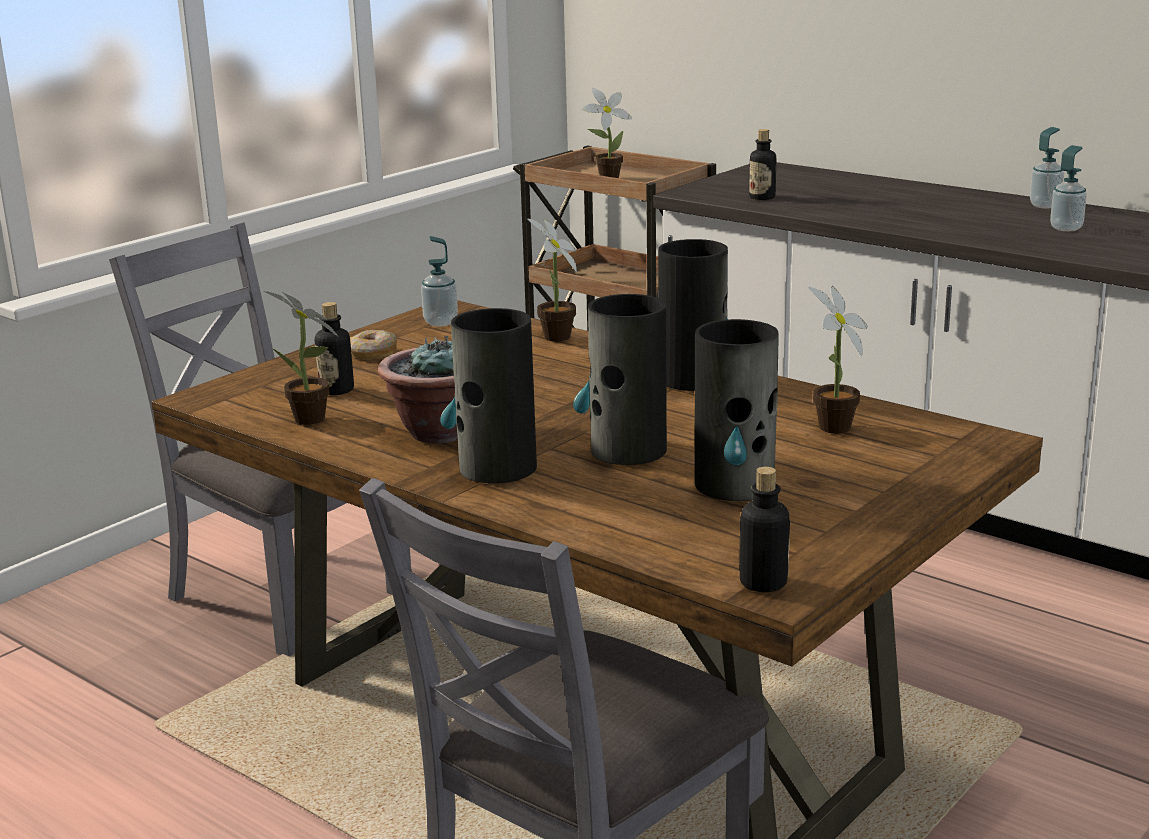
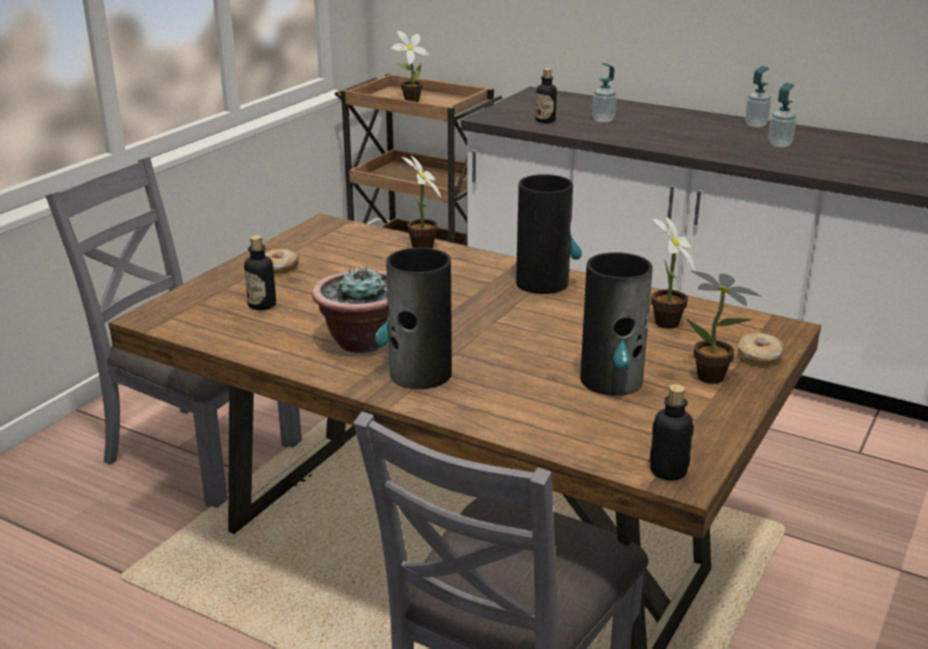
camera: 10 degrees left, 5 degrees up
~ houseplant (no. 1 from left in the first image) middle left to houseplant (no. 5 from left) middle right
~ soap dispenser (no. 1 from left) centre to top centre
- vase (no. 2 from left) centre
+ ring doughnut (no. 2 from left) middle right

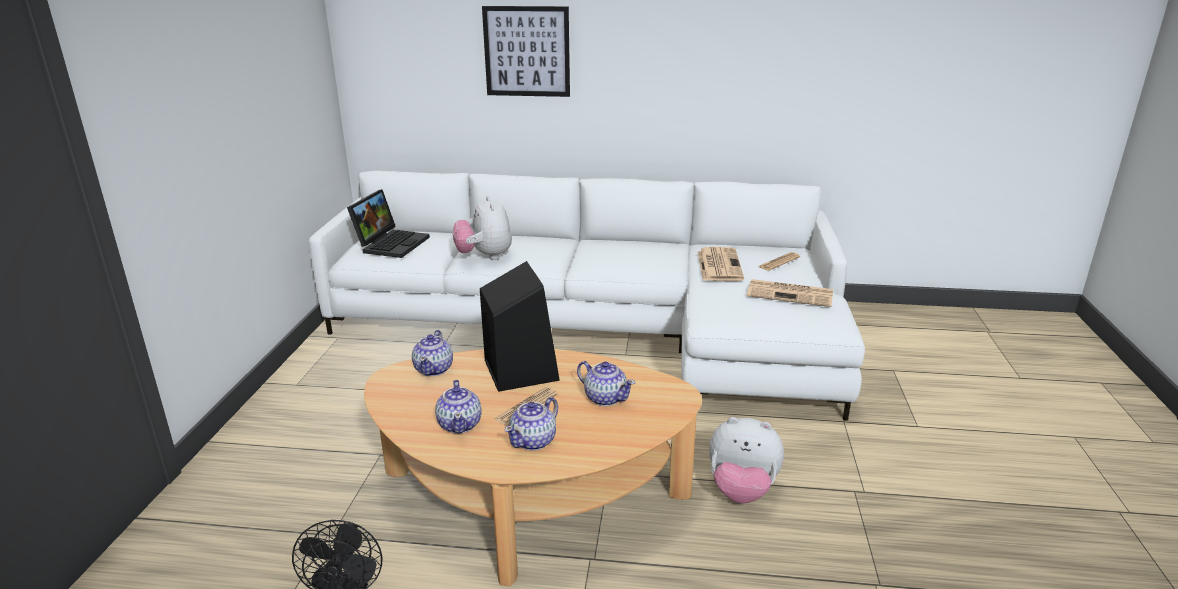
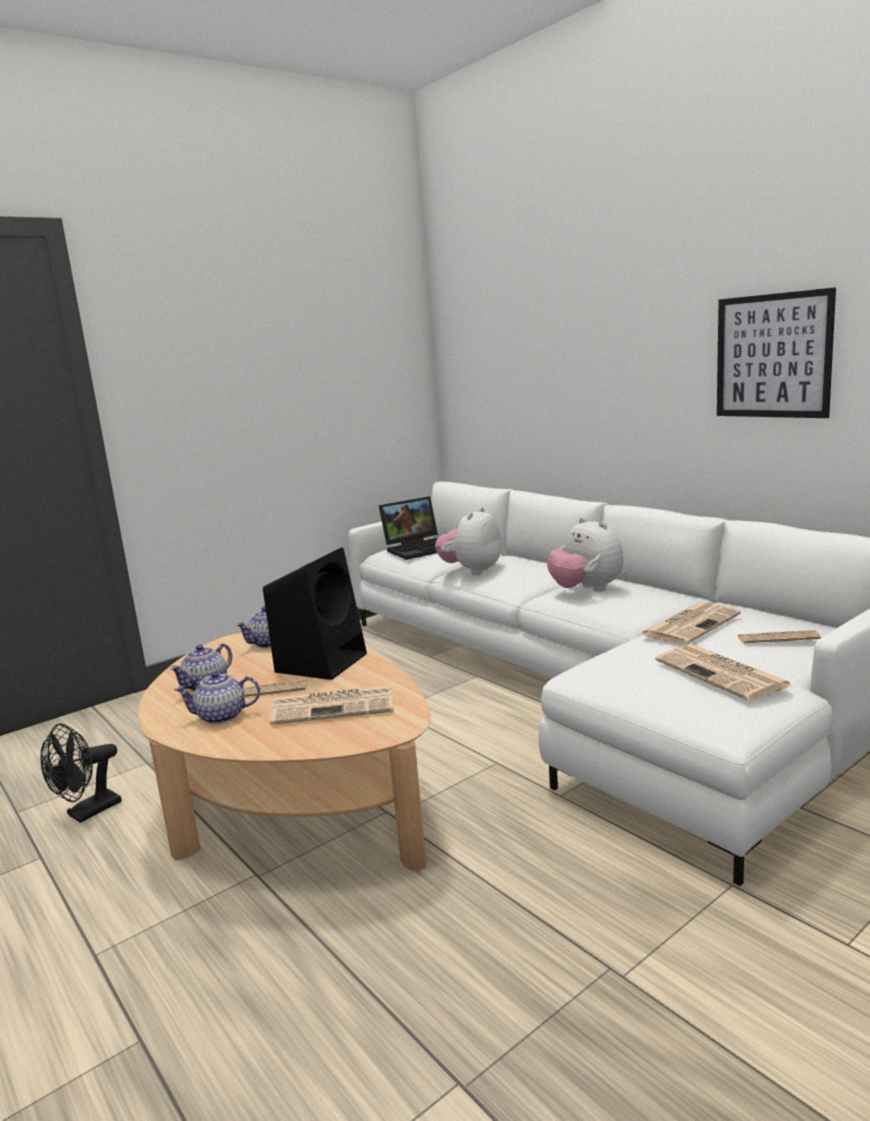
camera: 45 degrees right, 10 degrees down
~ wall picture top centre to top right
~ teapot (no. 4 from left) centre to daily paper (no. 2 from left) centre
~ plush toy (no. 2 from left) bottom centre to middle right

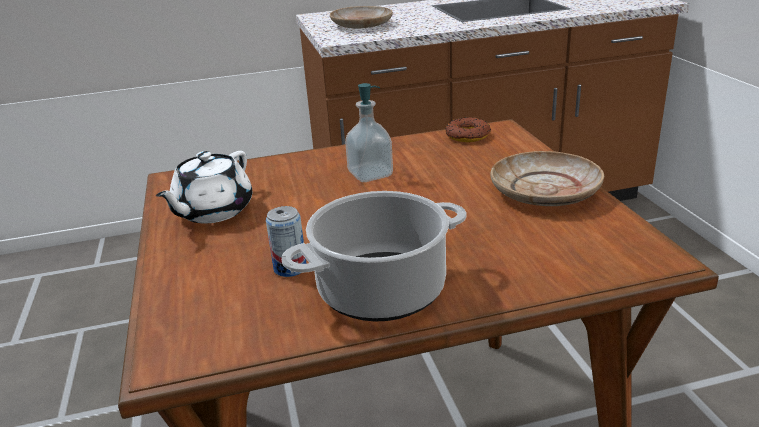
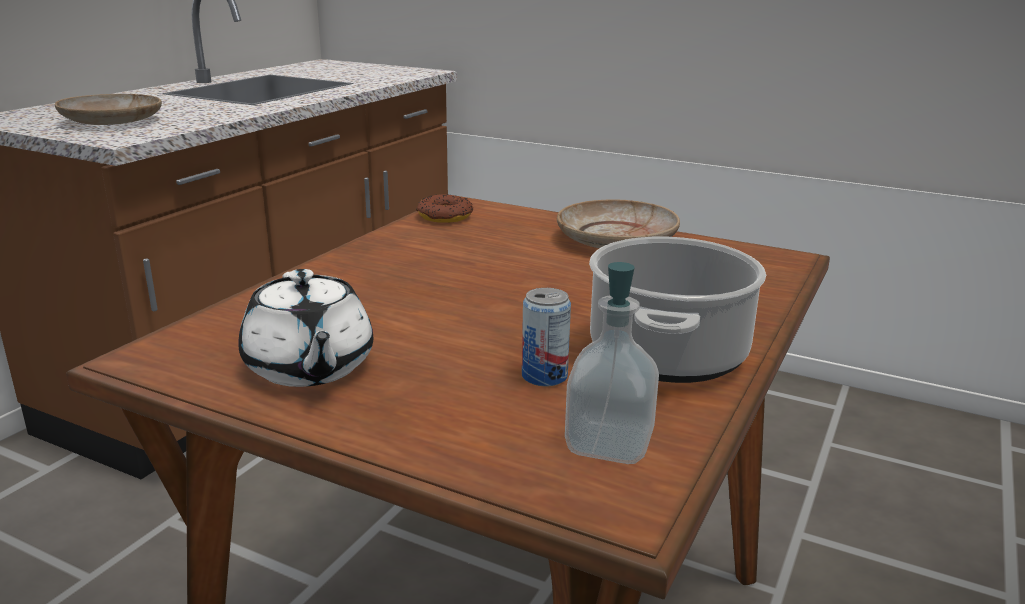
camera: 50 degrees left, 5 degrees down
~ soap dispenser top centre to centre

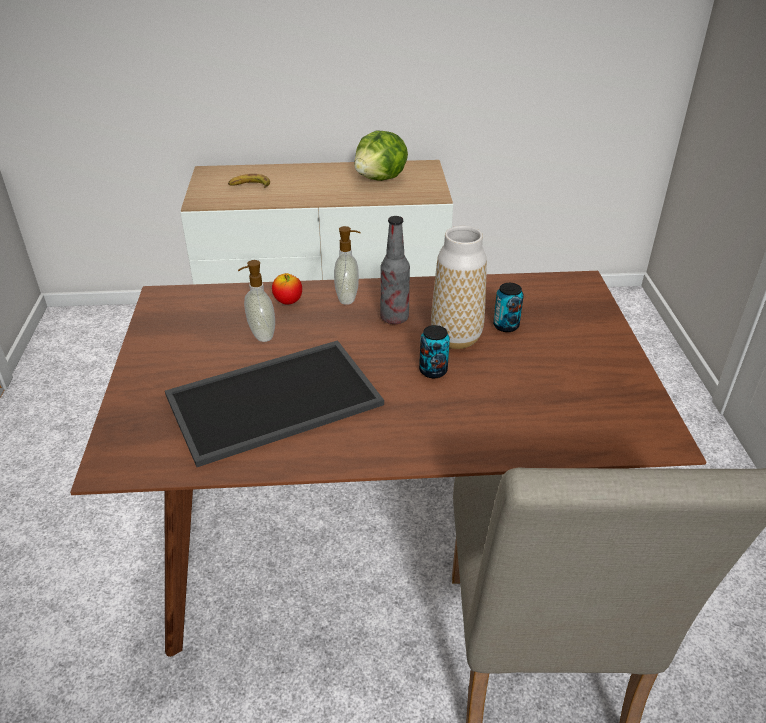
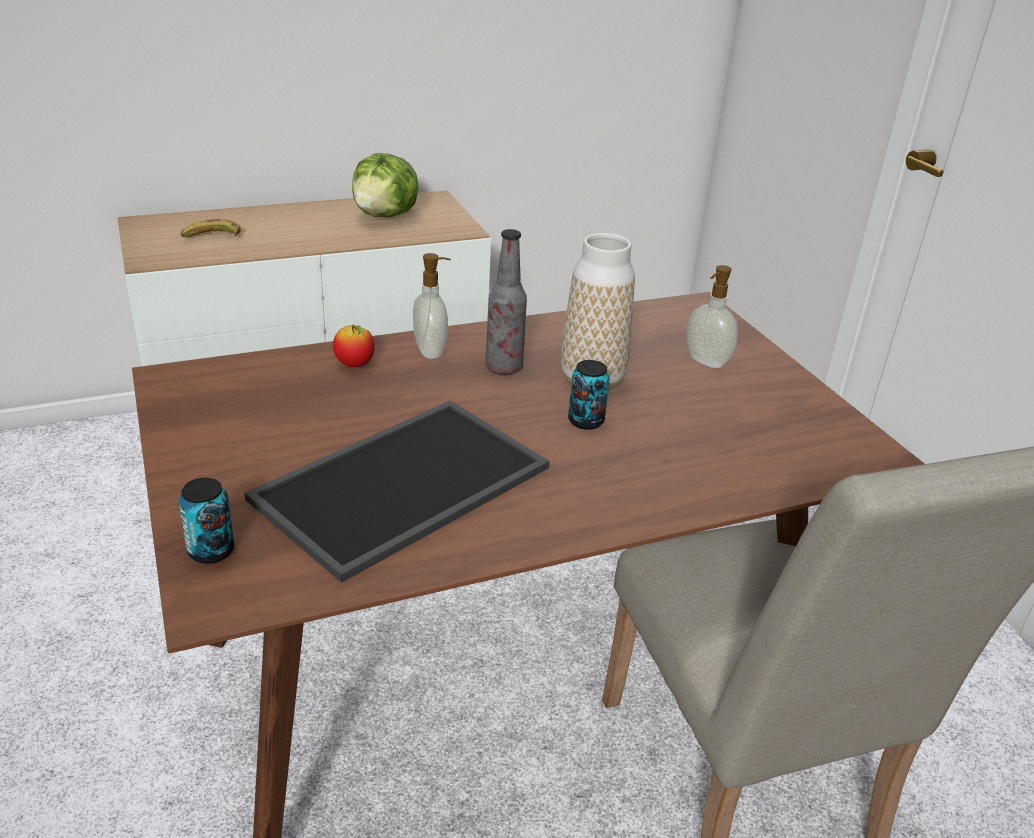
camera: 20 degrees left, 5 degrees down
~ soap dispenser (no. 1 from left in the first image) centre to soap dispenser (no. 2 from left) middle right
~ metal can (no. 2 from left in the first image) centre to metal can (no. 1 from left) middle left

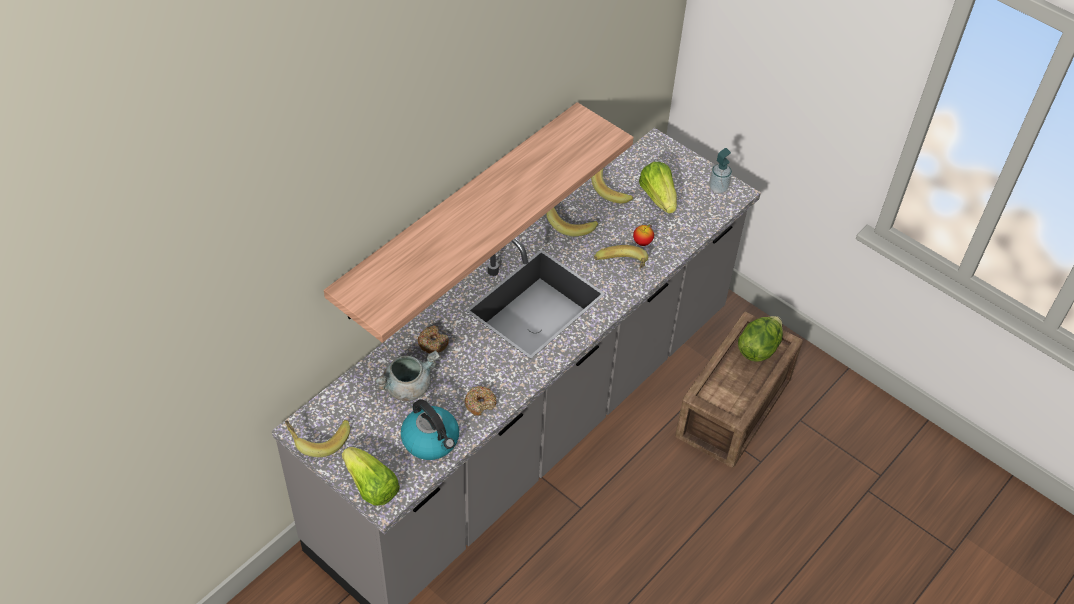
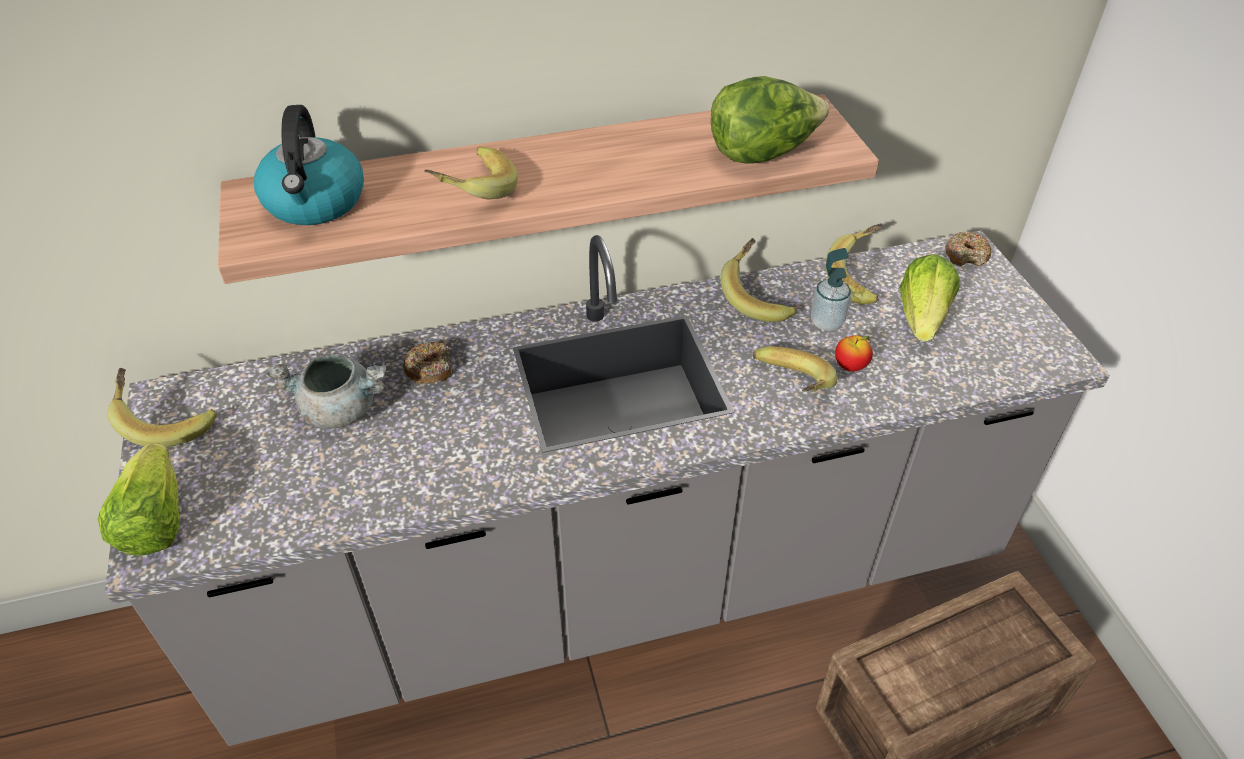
camera: 35 degrees right, 5 degrees down
~ water kettle bottom centre to top left
~ ring doughnut (no. 2 from left) centre to top right
~ soap dispenser top right to middle right
~ lettuce head (no. 3 from left in the first image) middle right to lettuce head (no. 2 from left) top centre
+ whole banana (no. 2 from left) top centre

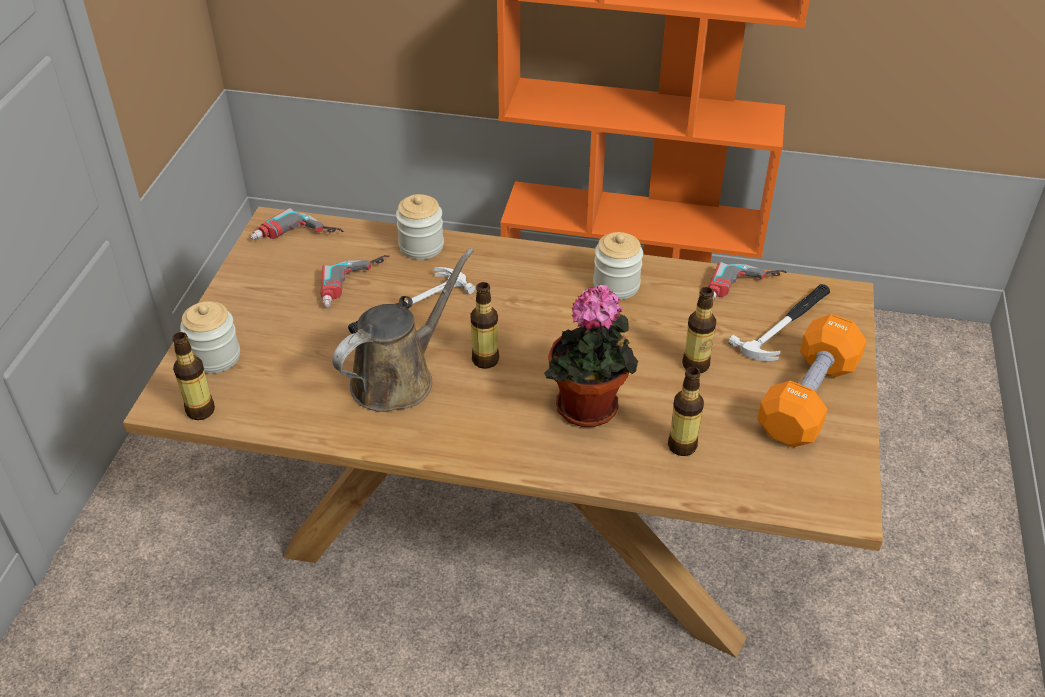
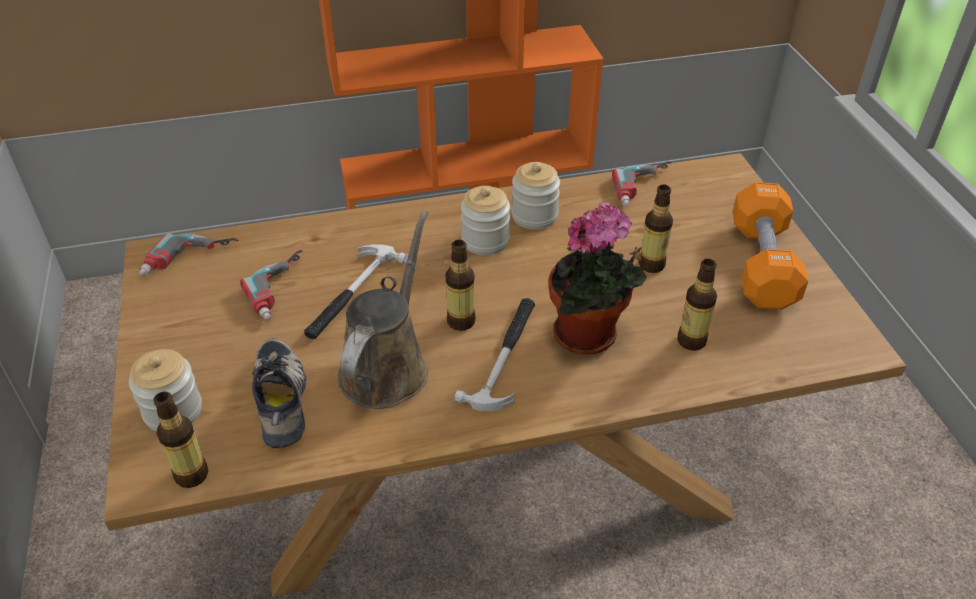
camera: 25 degrees left, 0 degrees up
~ storage jar (no. 2 from left) top centre to centre
~ hammer (no. 2 from left) middle right to centre
+ shoe middle left

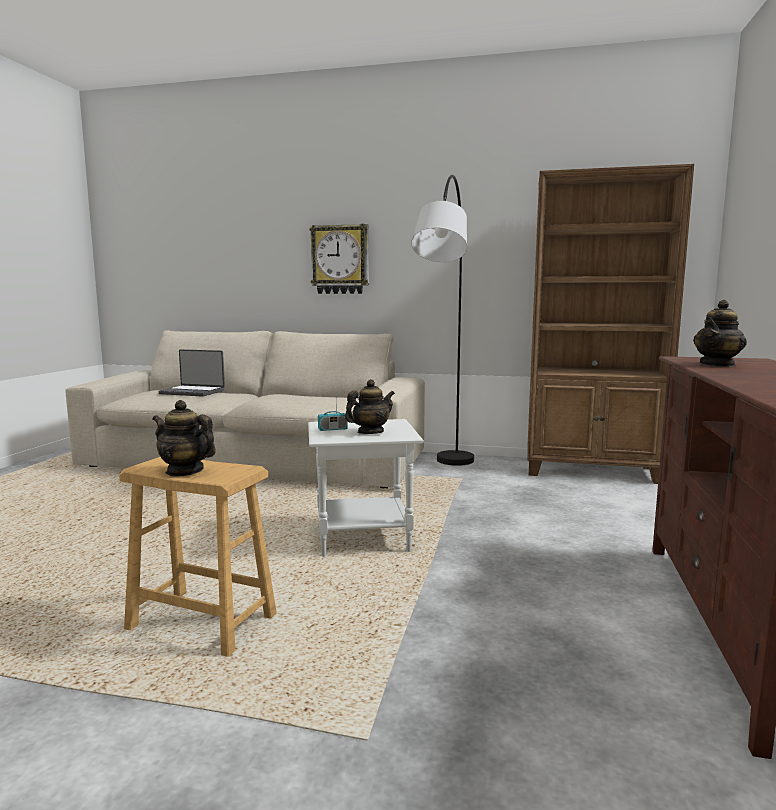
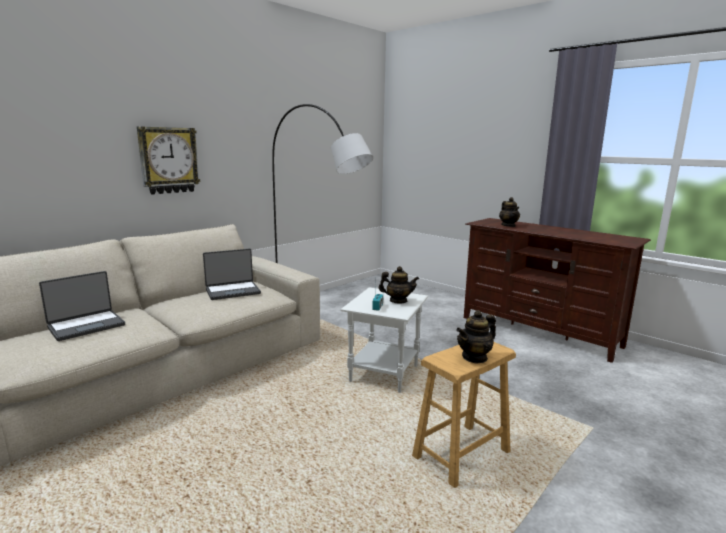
camera: 60 degrees left, 5 degrees up
~ teapot (no. 2 from left in the first image) centre = centre 105 degrees clockwise
- brown-coloured bookshelf middle right
+ portable computer (no. 2 from left) middle left

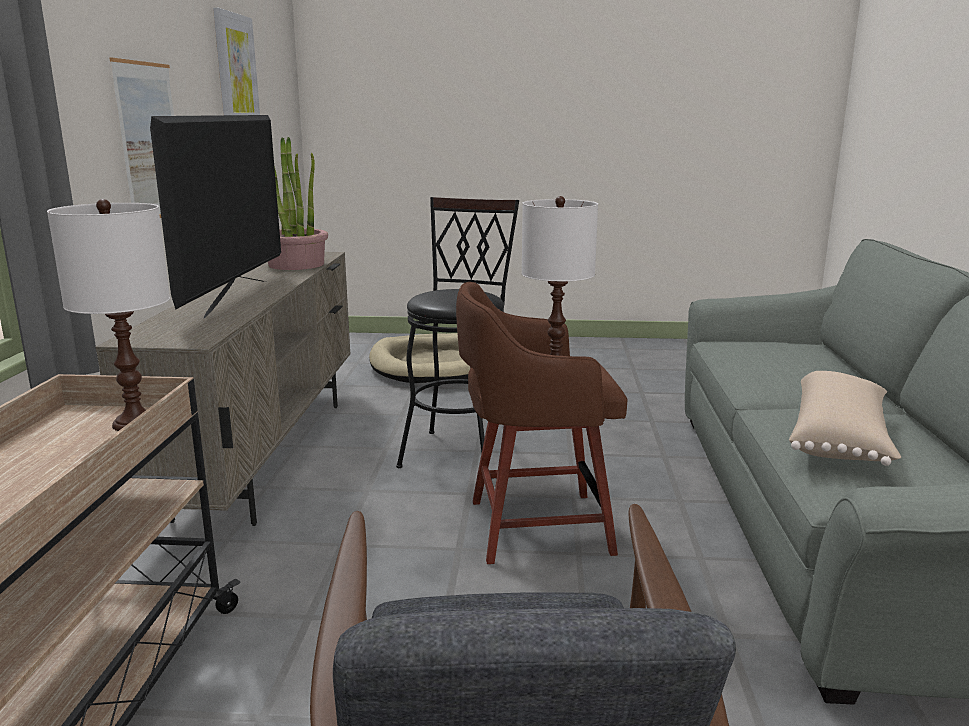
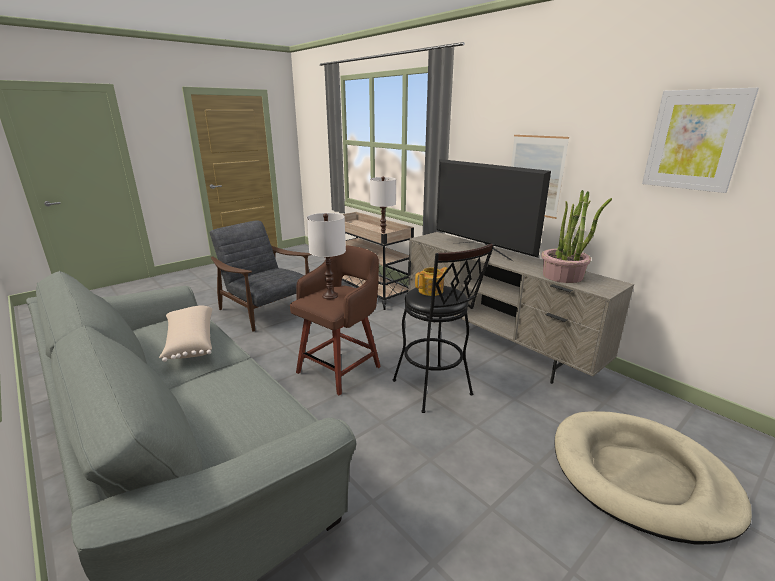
camera: 135 degrees right, 5 degrees up
+ teapot centre

